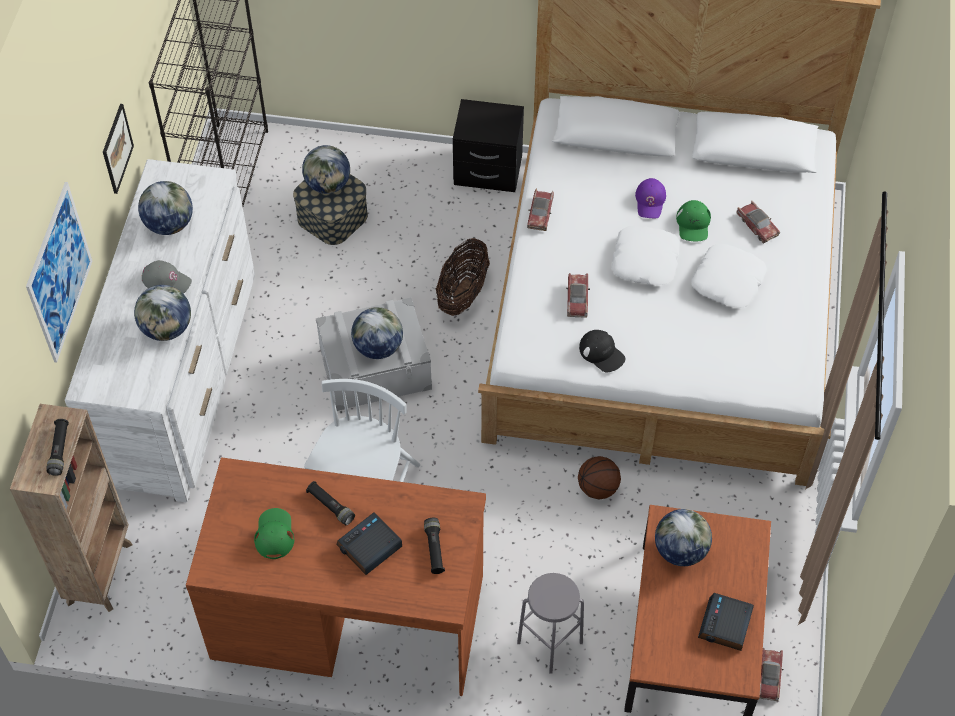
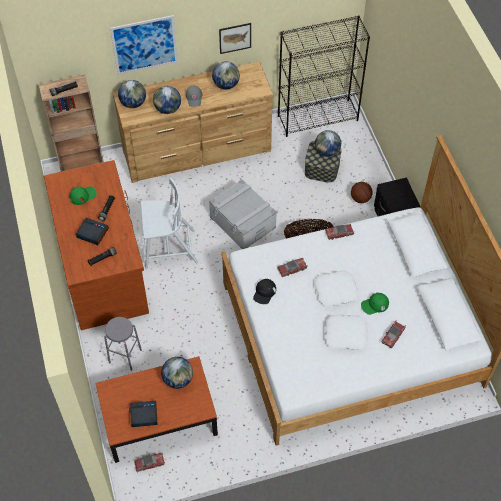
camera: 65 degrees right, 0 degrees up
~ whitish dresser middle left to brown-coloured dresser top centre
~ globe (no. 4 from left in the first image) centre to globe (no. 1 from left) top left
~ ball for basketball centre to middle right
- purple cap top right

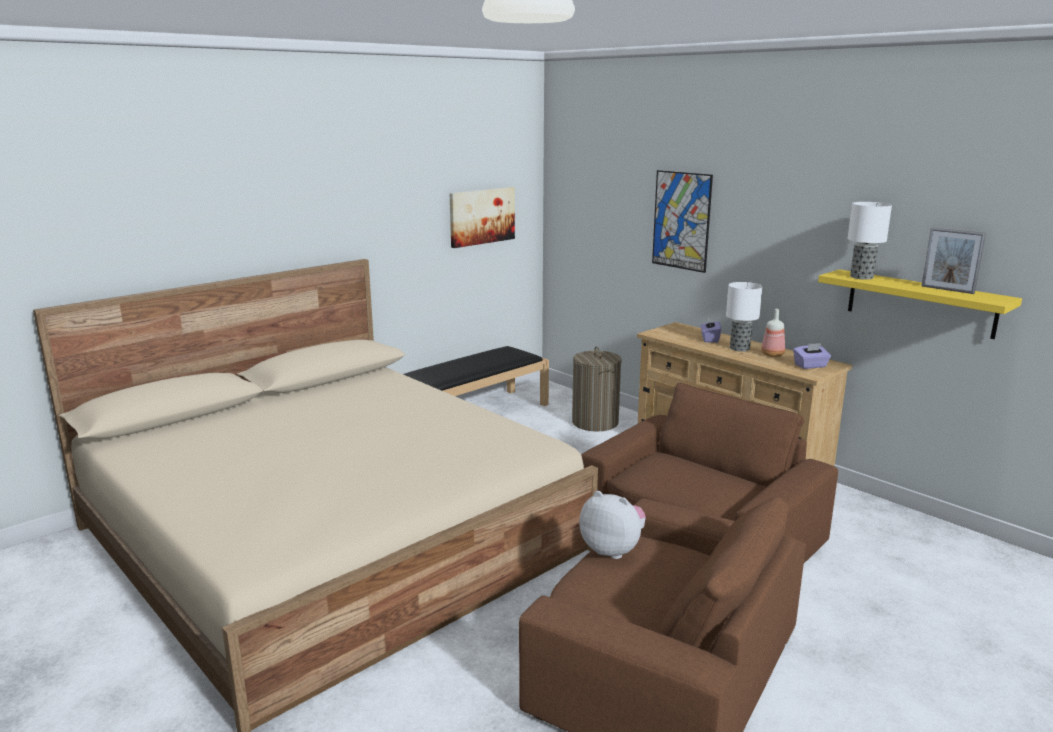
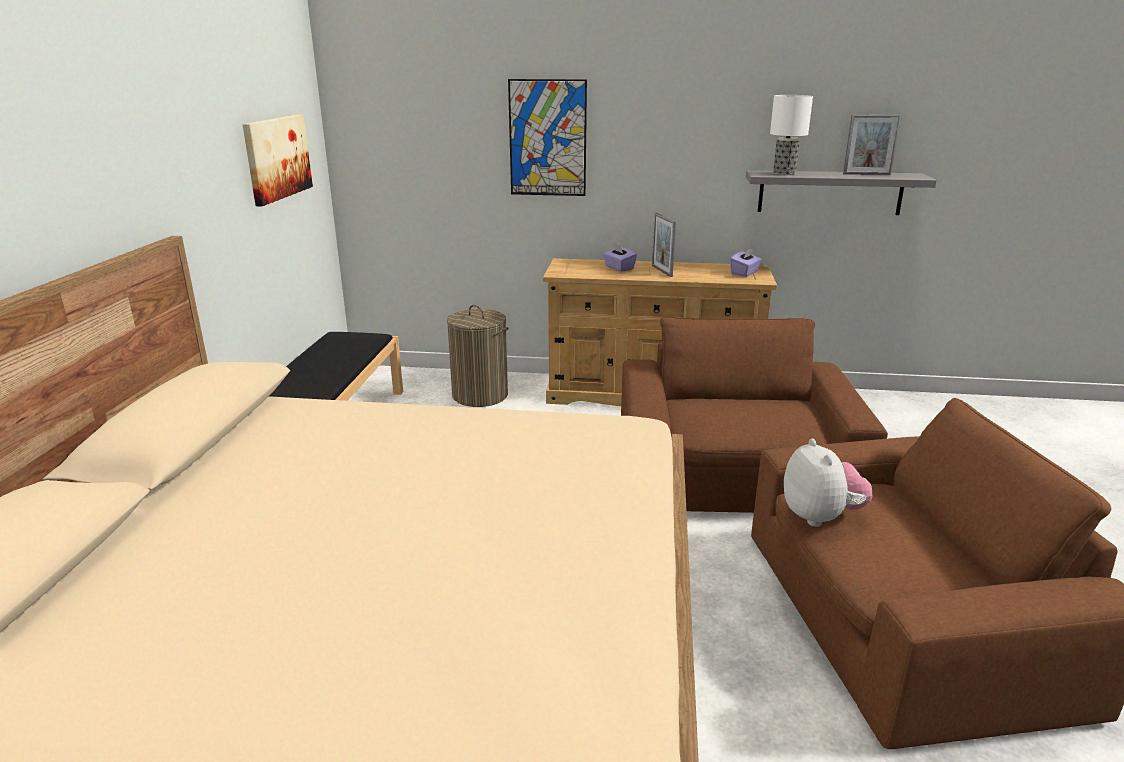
camera: 40 degrees left, 5 degrees up
~ plush toy bottom centre = middle right 90 degrees clockwise
~ tabletop lamp (no. 1 from left) middle right to photo frame (no. 1 from left) top centre
- beverage bottle middle right
~ yellow wall shelf middle right to gray wall shelf top right

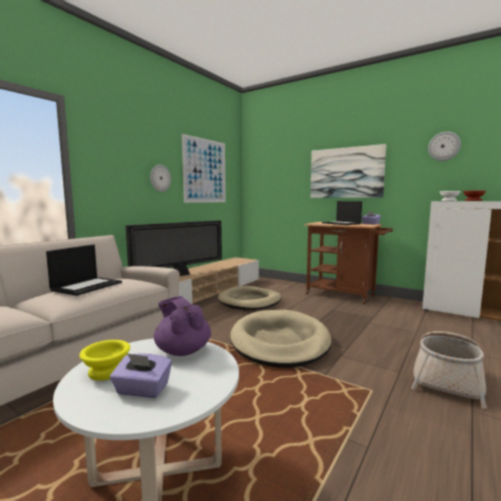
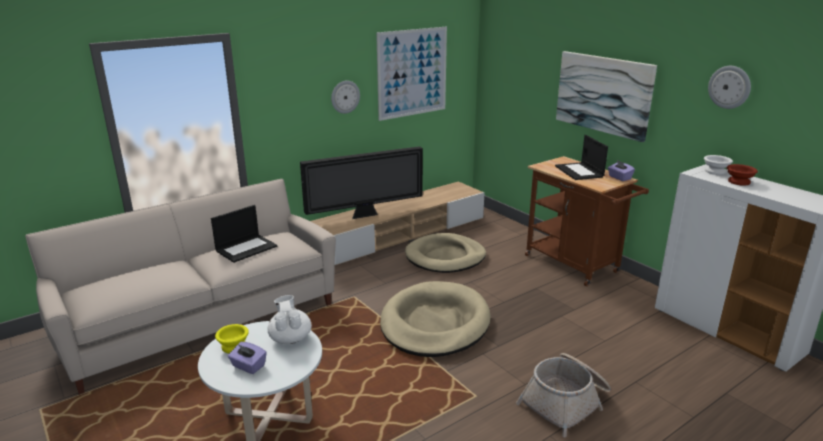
camera: 20 degrees right, 15 degrees up
~ purple teapot centre to whitish teapot bottom centre

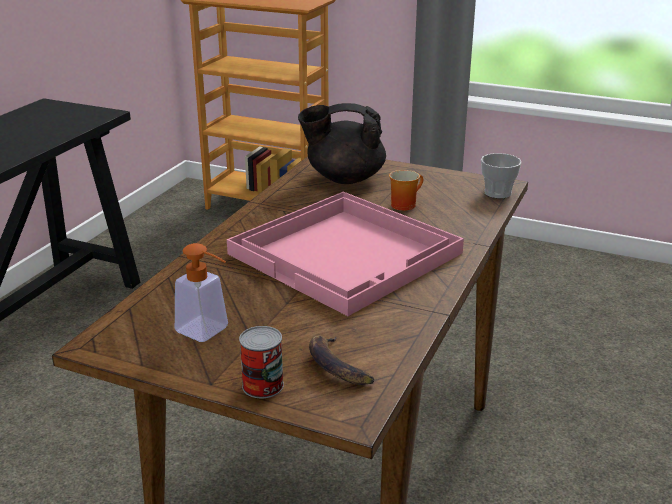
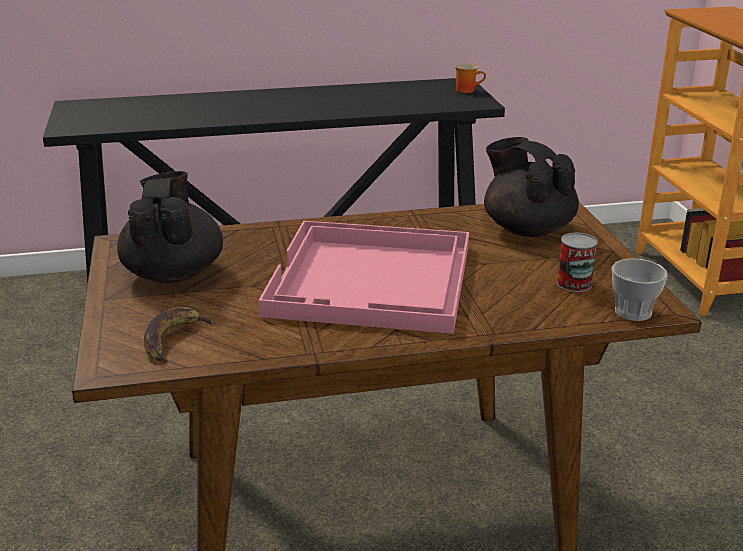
camera: 55 degrees right, 0 degrees up
~ soap dispenser middle left to black-coloured teapot (no. 1 from left) middle left
~ metal can bottom centre to middle right
~ mug centre to top centre

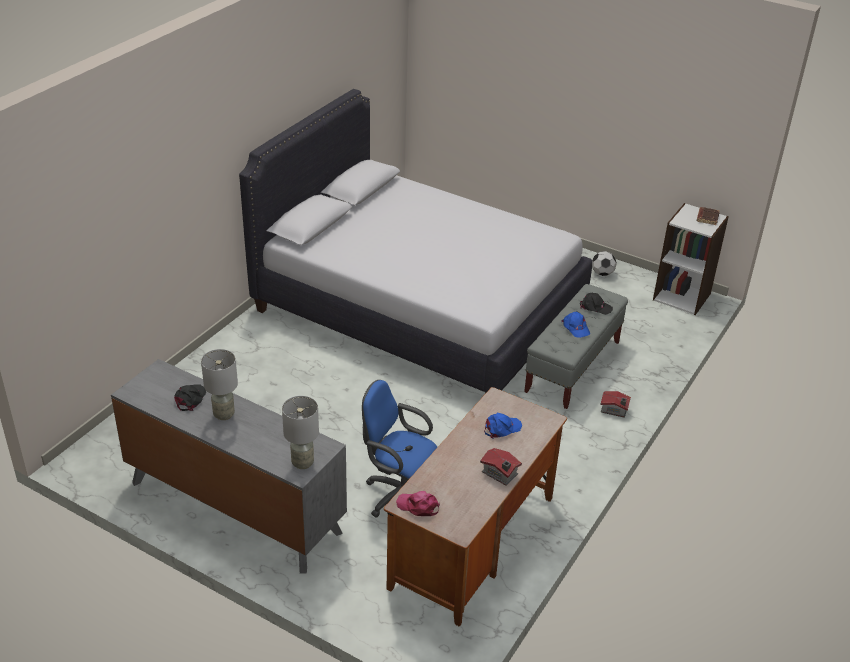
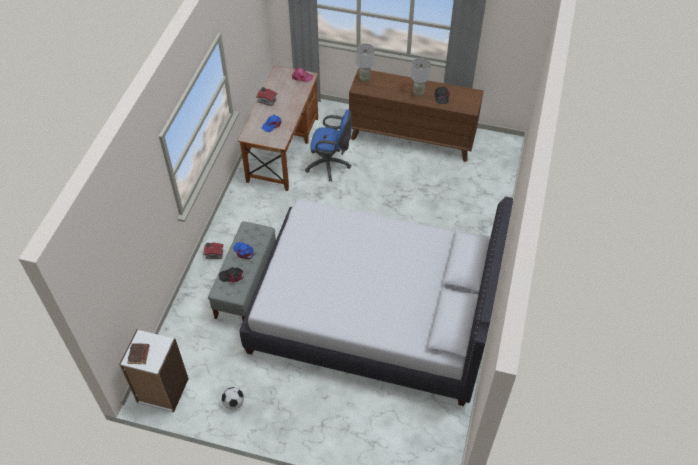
camera: 165 degrees right, 15 degrees up
~ gray dresser bottom left to brown-coloured dresser top centre

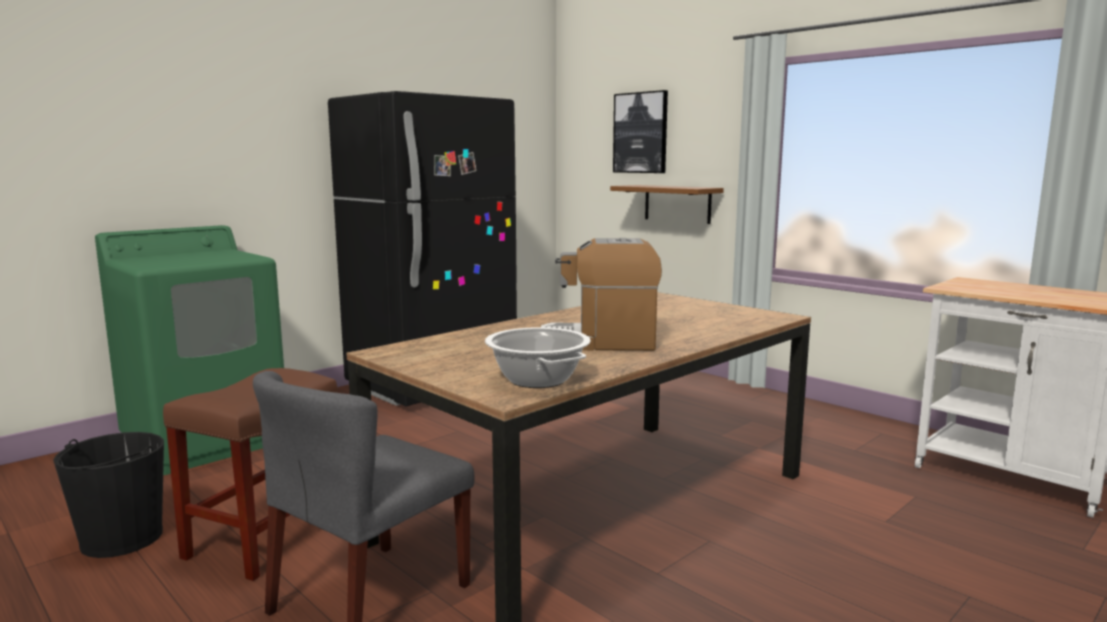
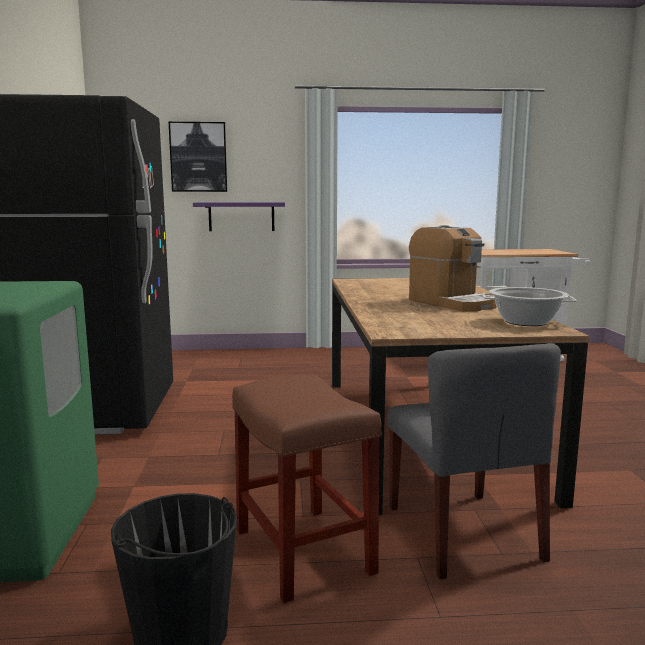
camera: 50 degrees left, 0 degrees up
~ coffee machine centre = middle right 75 degrees counterclockwise
~ brown-coloured wall shelf top centre to purple wall shelf centre

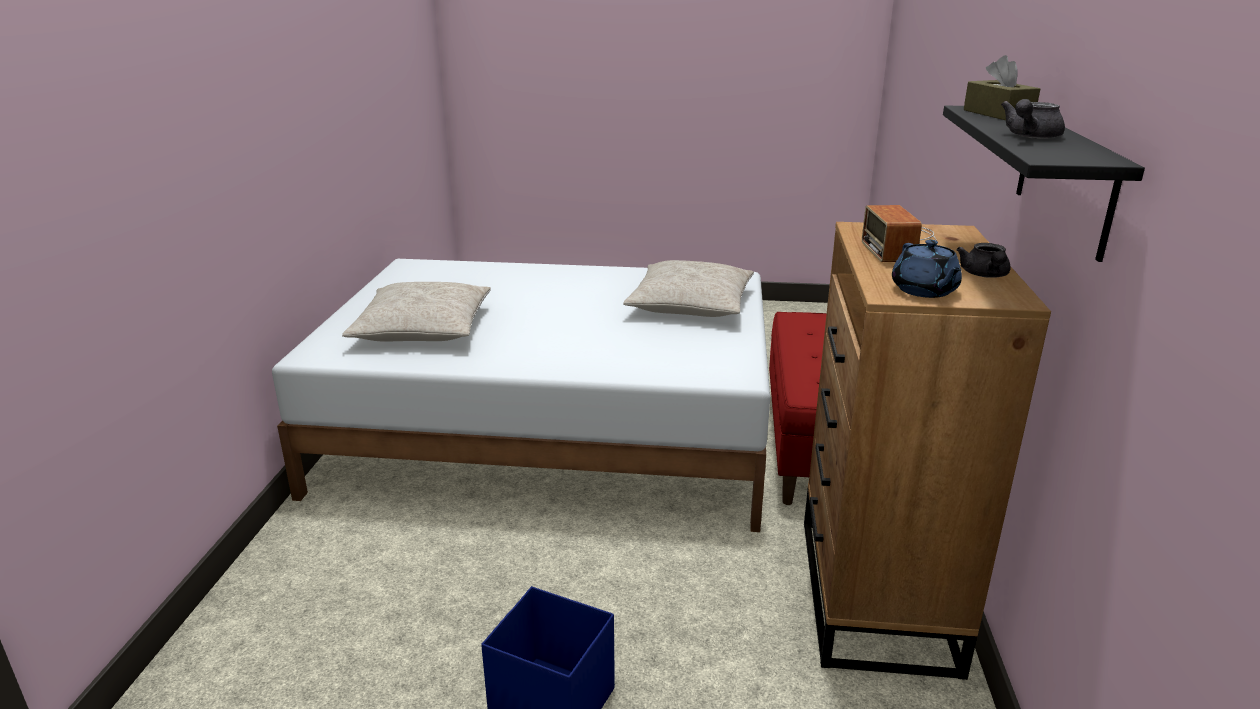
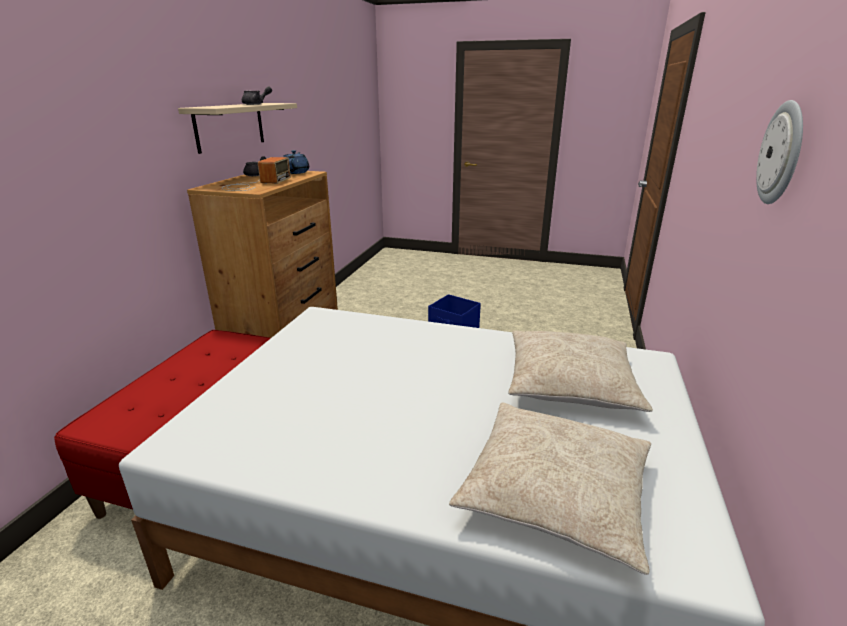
camera: 170 degrees left, 0 degrees up
~ beige pillow (no. 2 from left in the first image) centre to beige pillow (no. 1 from left) bottom centre
~ black-coloured wall shelf top right to beige wall shelf top left
- brown-coloured tissue holder top right
+ hanging clock top right

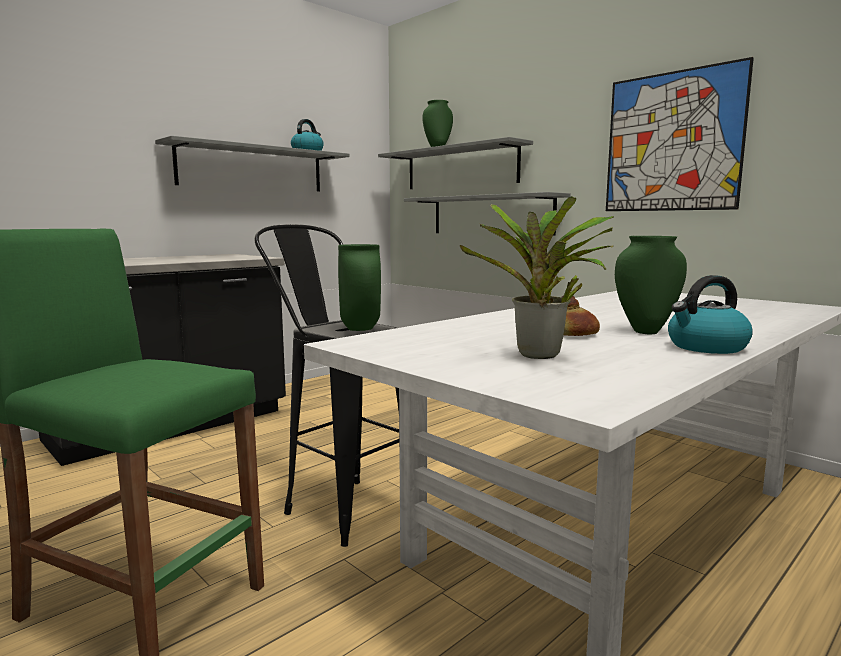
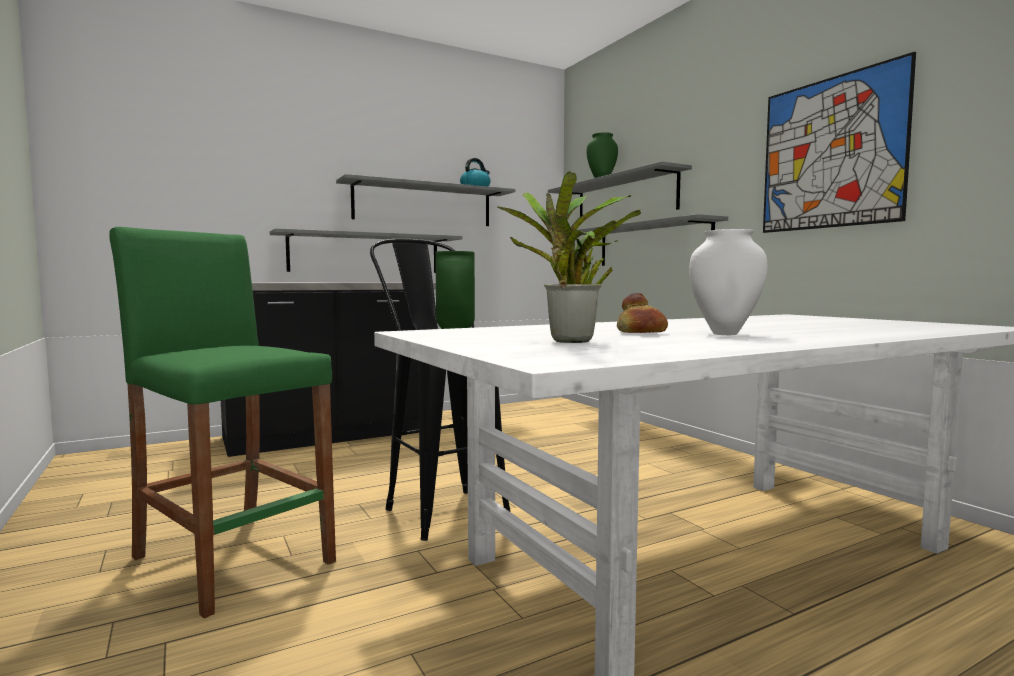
camera: 15 degrees right, 5 degrees down
~ green vase (no. 3 from left) middle right to whitish vase middle right
- water kettle (no. 2 from left) middle right
+ gray wall shelf (no. 1 from left) centre

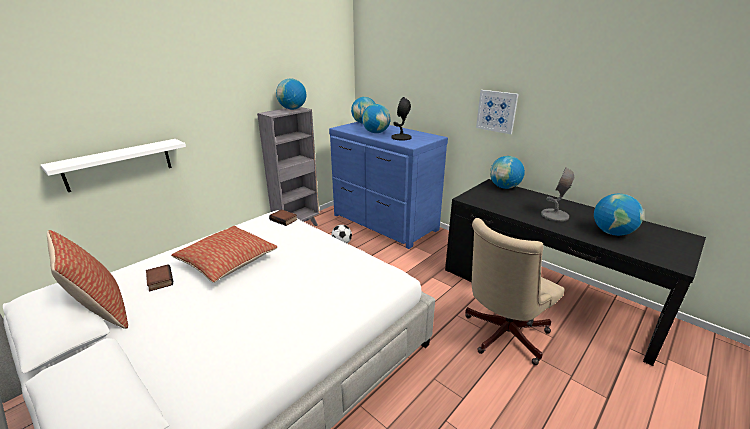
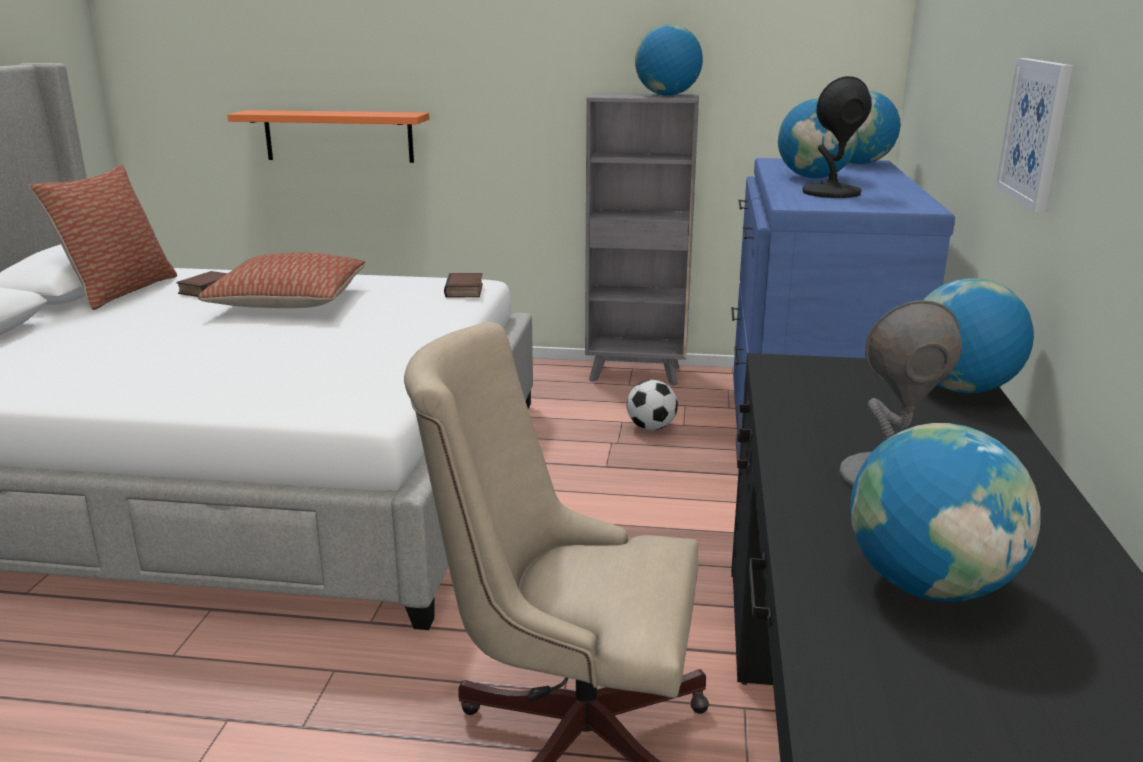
camera: 55 degrees right, 5 degrees down
~ whitish wall shelf middle left to orangey wall shelf top left

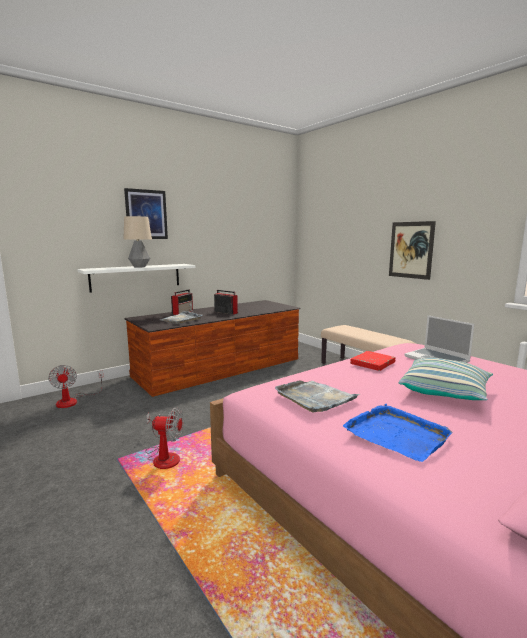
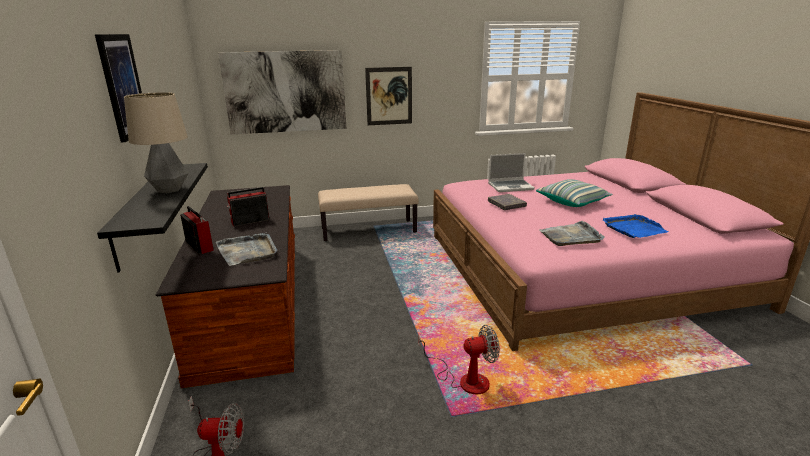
camera: 65 degrees left, 10 degrees up
~ whitish wall shelf middle left to black-coloured wall shelf middle left
~ cooling fan (no. 2 from left) bottom left = bottom centre 45 degrees clockwise
~ red bound book middle right to gray bound book centre
+ wall picture (no. 2 from left) top centre

